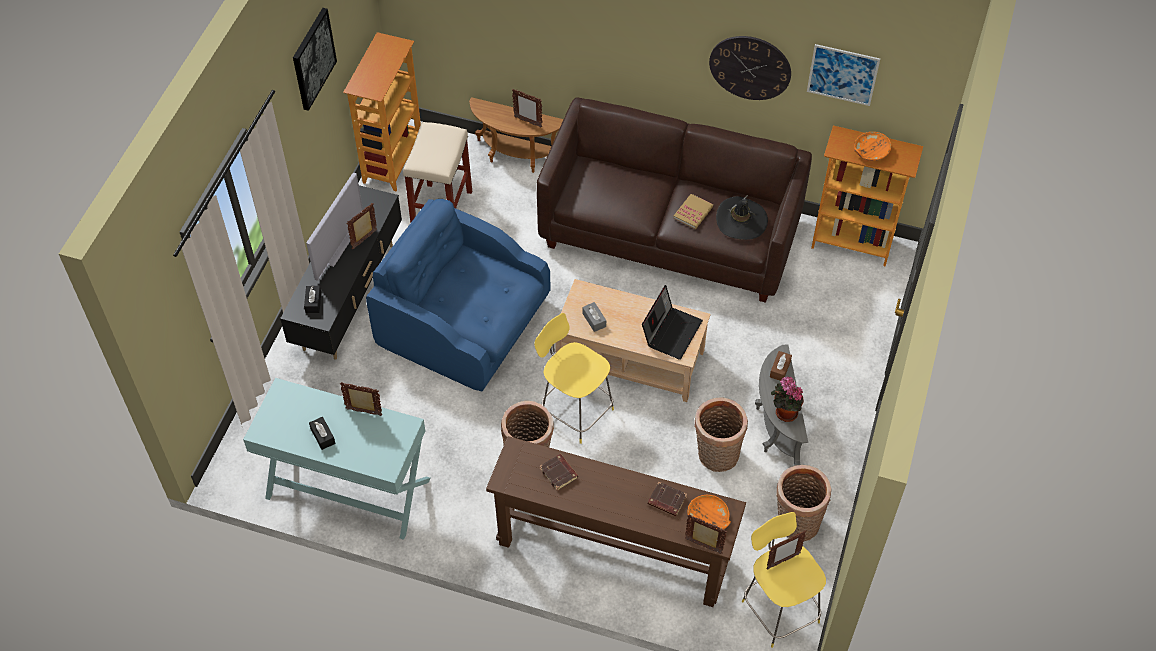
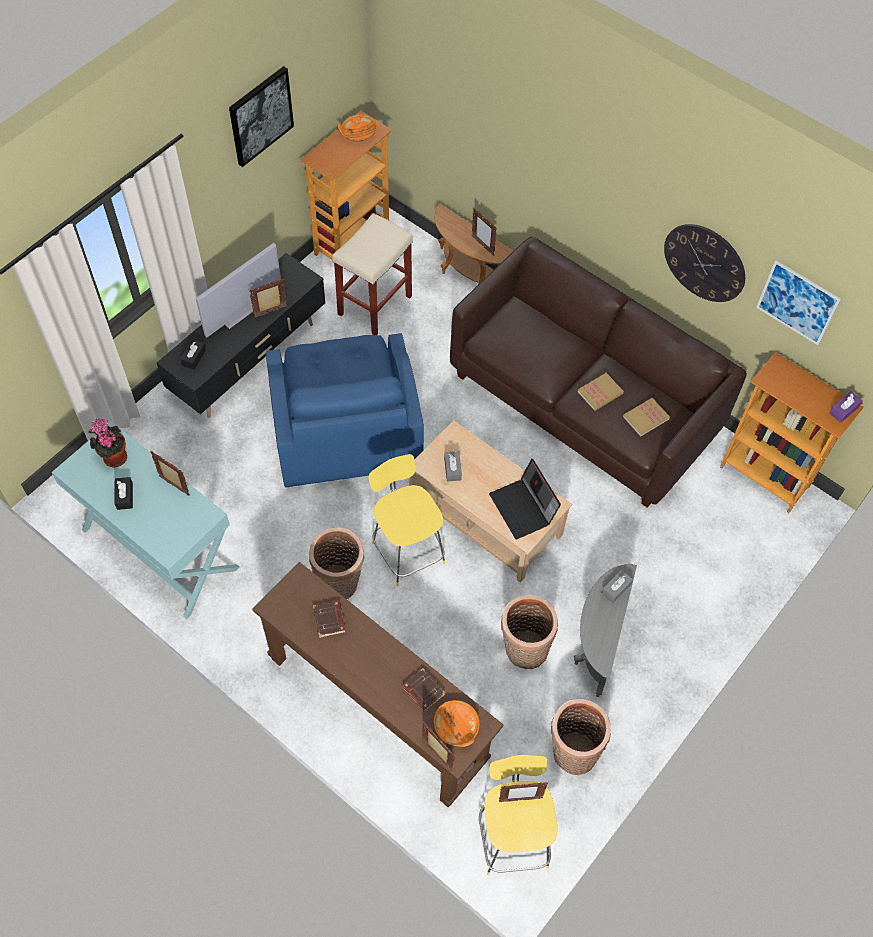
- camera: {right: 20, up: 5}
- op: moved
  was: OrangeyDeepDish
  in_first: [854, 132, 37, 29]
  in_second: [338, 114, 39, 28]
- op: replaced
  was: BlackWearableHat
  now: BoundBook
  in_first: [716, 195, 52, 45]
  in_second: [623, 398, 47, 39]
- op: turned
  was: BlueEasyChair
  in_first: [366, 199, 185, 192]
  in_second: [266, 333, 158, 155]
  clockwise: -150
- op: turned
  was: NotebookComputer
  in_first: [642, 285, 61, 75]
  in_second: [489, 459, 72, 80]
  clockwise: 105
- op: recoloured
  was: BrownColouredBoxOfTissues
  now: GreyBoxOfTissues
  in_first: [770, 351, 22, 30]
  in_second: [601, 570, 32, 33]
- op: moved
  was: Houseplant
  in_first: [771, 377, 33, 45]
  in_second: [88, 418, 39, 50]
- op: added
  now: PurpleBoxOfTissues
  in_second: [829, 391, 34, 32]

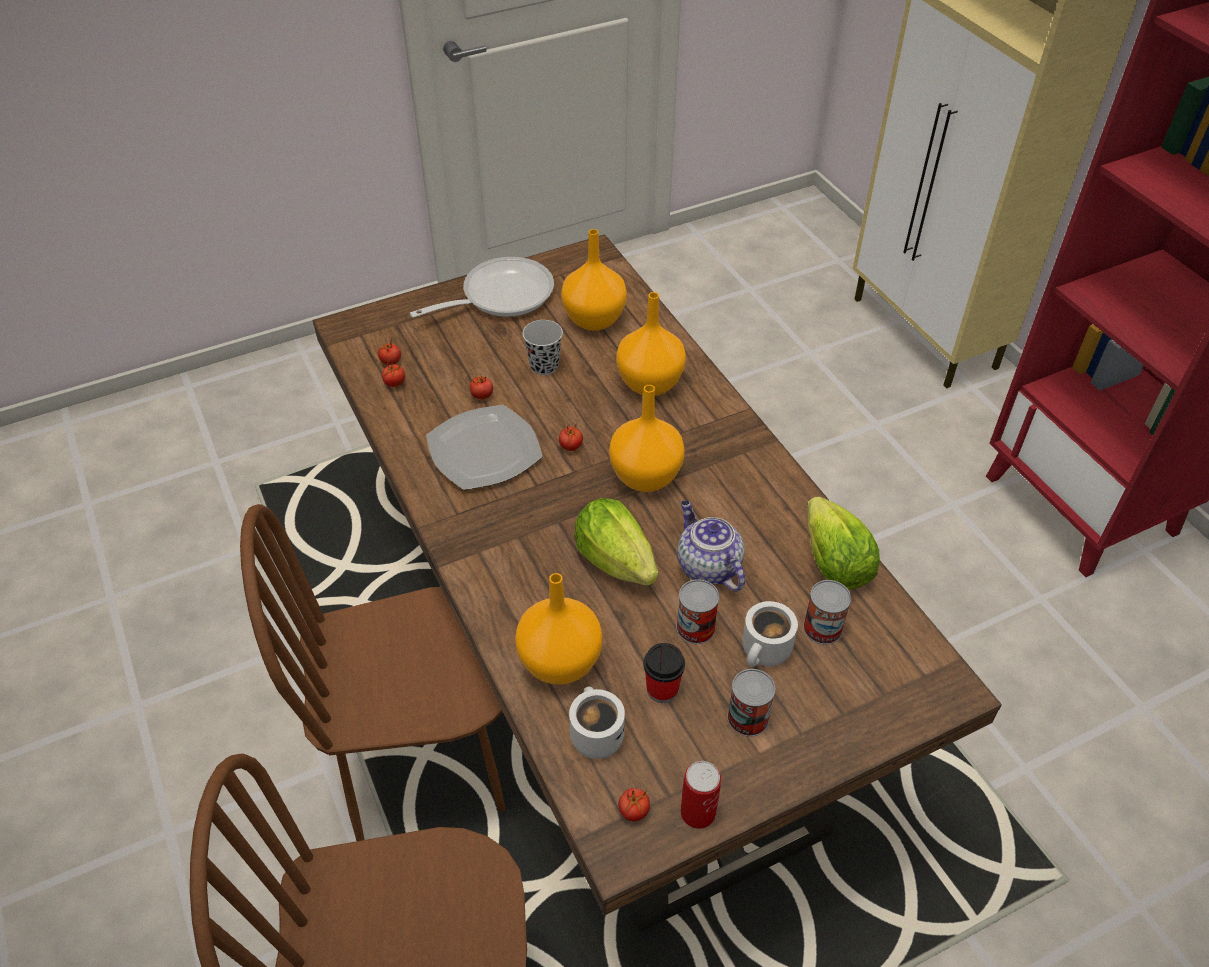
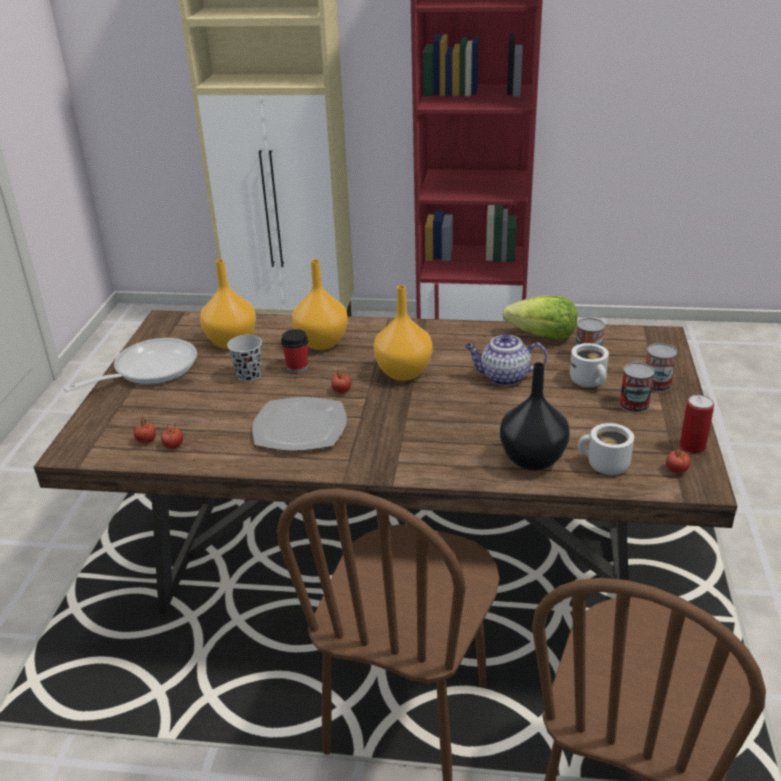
- camera: {right: -55, up: -15}
- op: turned
  was: FryingPan
  in_first: [410, 257, 144, 61]
  in_second: [63, 338, 134, 54]
  clockwise: 45
- op: removed
  was: WholeTomato
  in_first: [470, 375, 23, 24]
- op: removed
  was: LettuceHead
  in_first: [574, 498, 84, 88]
- op: recoloured
  was: OrangeyDecorativeVase
  now: BlackDecorativeVase
  in_first: [515, 573, 88, 112]
  in_second: [500, 362, 70, 109]
- op: moved
  was: SealedCan
  in_first: [676, 579, 43, 65]
  in_second: [646, 343, 31, 49]
- op: moved
  was: SmallCup
  in_first: [643, 643, 42, 60]
  in_second: [281, 329, 27, 44]

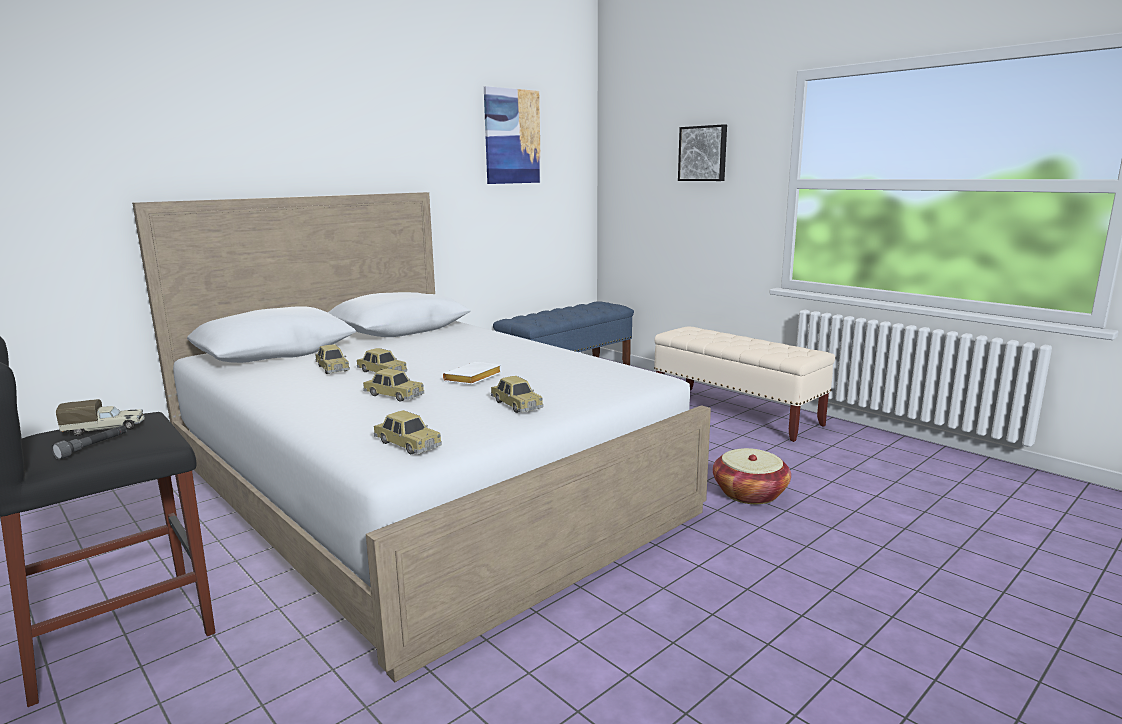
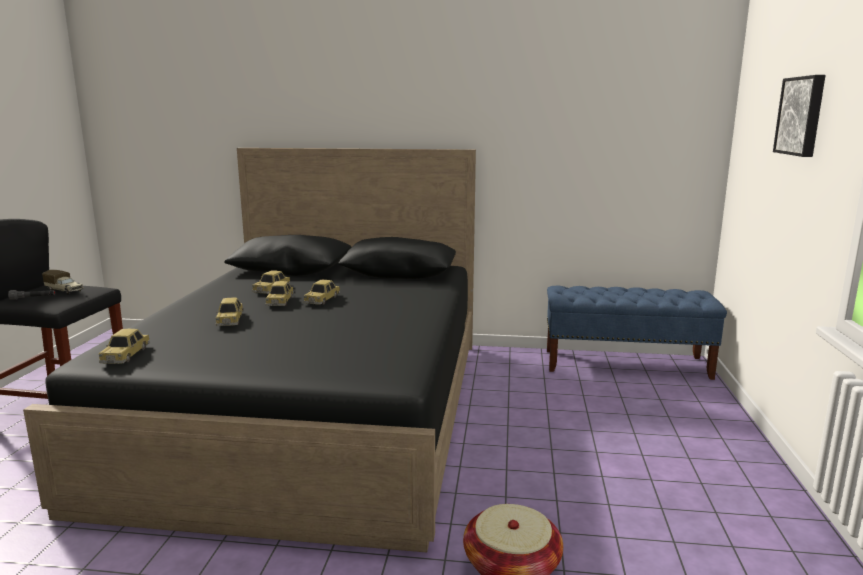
- camera: {right: 50, up: 0}
- op: removed
  was: WallPicture
  in_first: [484, 86, 57, 98]
- op: recoloured
  was: WhiteBed
  now: BlackBed
  in_first: [132, 192, 579, 490]
  in_second: [23, 148, 453, 405]
- op: removed
  was: BeigeColouredIndoorBench
  in_first: [654, 326, 181, 116]
- op: removed
  was: WhiteBoundBook
  in_first: [443, 362, 59, 23]
- op: moved
  was: MiniatureCar
  in_first: [491, 376, 52, 37]
  in_second: [304, 280, 36, 25]

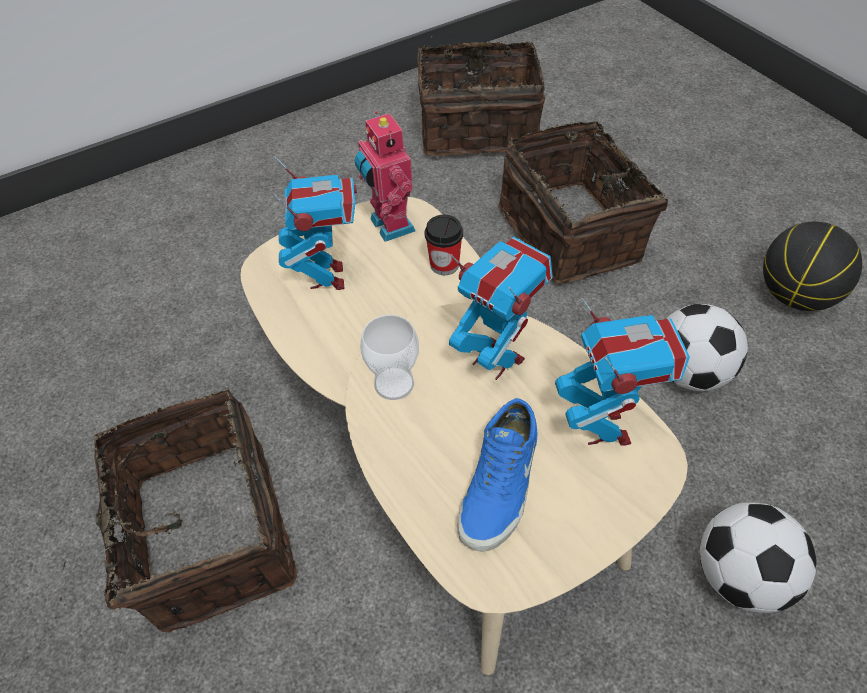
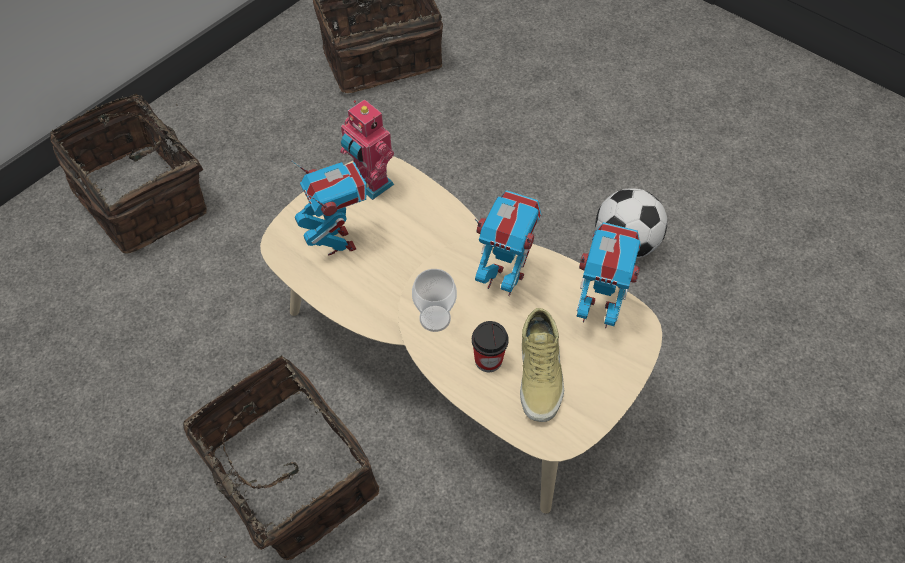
- camera: {right: -20, up: 5}
- op: moved
  was: Basket
  in_first: [498, 122, 170, 161]
  in_second: [50, 91, 157, 163]
- op: moved
  was: SmallCup
  in_first: [425, 215, 38, 60]
  in_second: [472, 321, 37, 51]
- op: removed
  was: BallForBasketball
  in_first: [763, 222, 99, 89]
- op: turned
  was: RobotFigure
  in_first: [555, 298, 135, 148]
  in_second: [576, 222, 65, 106]
  clockwise: -45
- op: recoloured
  was: BlueLowShoe
  now: BeigeColouredLowShoe
  in_first: [458, 398, 80, 153]
  in_second: [520, 308, 44, 114]
- op: removed
  was: BallForFootball
  in_first: [700, 503, 116, 110]

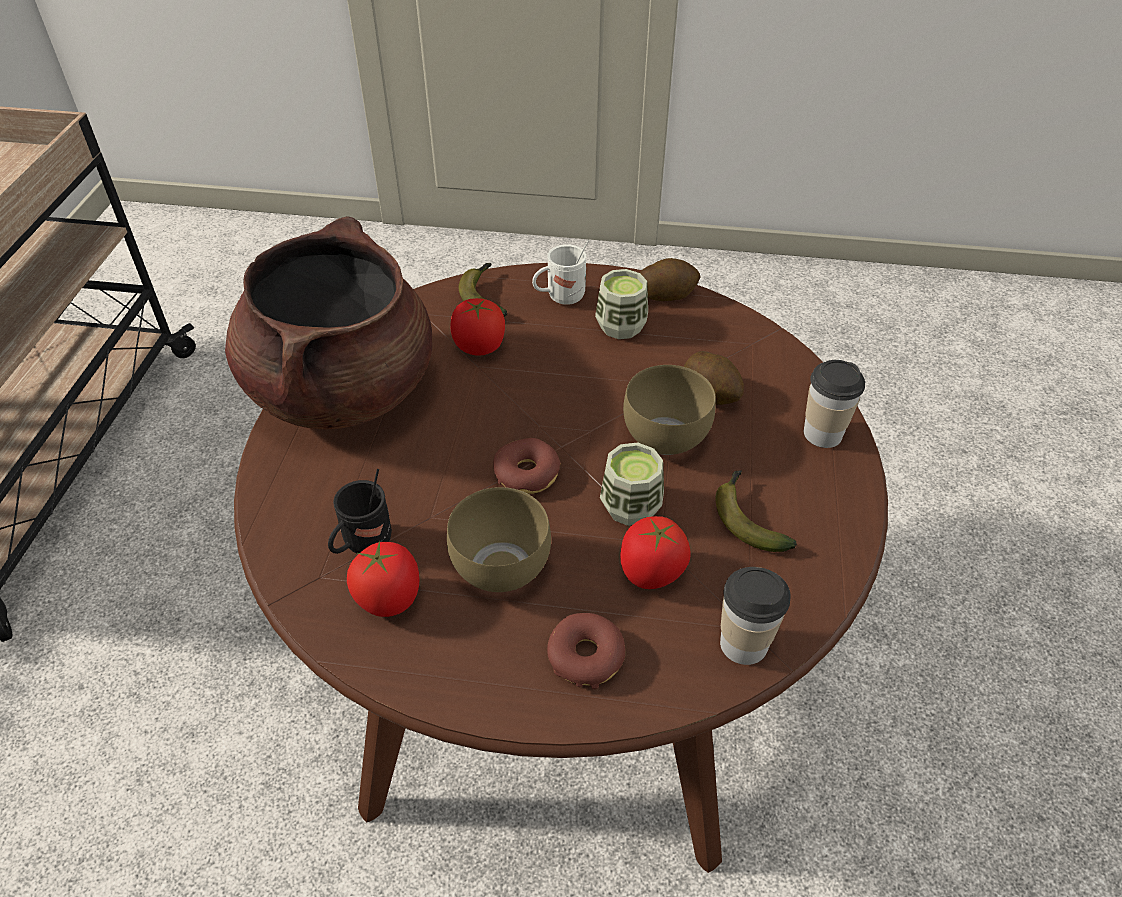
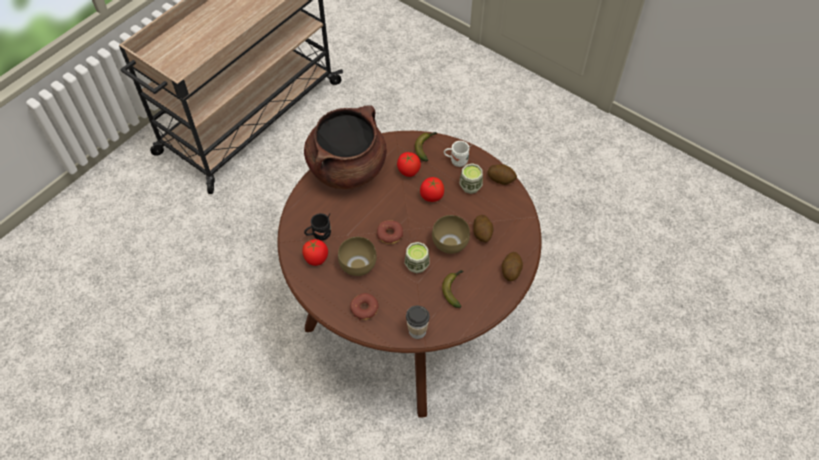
- camera: {right: 30, up: 10}
- op: replaced
  was: SmallCup
  now: Spud
  in_first: [804, 360, 61, 88]
  in_second: [502, 252, 21, 29]
- op: moved
  was: WholeTomato
  in_first: [620, 516, 71, 73]
  in_second: [420, 177, 24, 25]

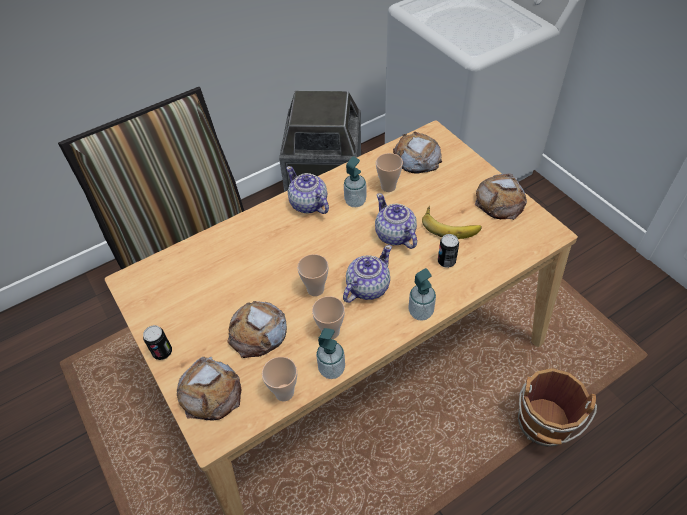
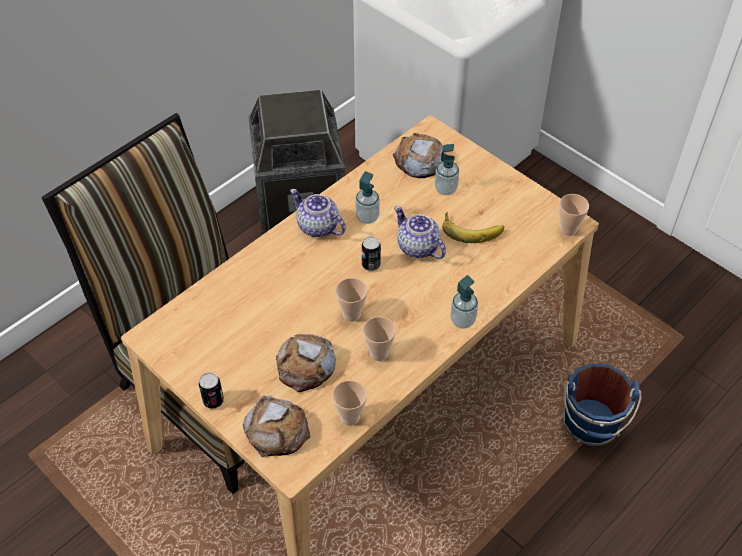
- camera: {right: -15, up: 0}
- op: moved
  was: SmallCup
  in_first: [376, 153, 27, 39]
  in_second: [559, 194, 30, 42]
- op: removed
  was: Bread
  in_first: [475, 173, 52, 47]
- op: moved
  was: SealedCan
  in_first: [438, 234, 21, 34]
  in_second: [362, 236, 19, 35]
- op: removed
  was: Teapot
  in_first: [343, 245, 49, 58]
- op: moved
  was: LiquidSoapBottle
  in_first: [316, 328, 29, 51]
  in_second: [435, 144, 24, 51]
- op: recoloured
  was: BrownColouredWaterBucket
  now: BlueWaterBucket
  in_first: [518, 368, 79, 79]
  in_second: [563, 363, 79, 84]

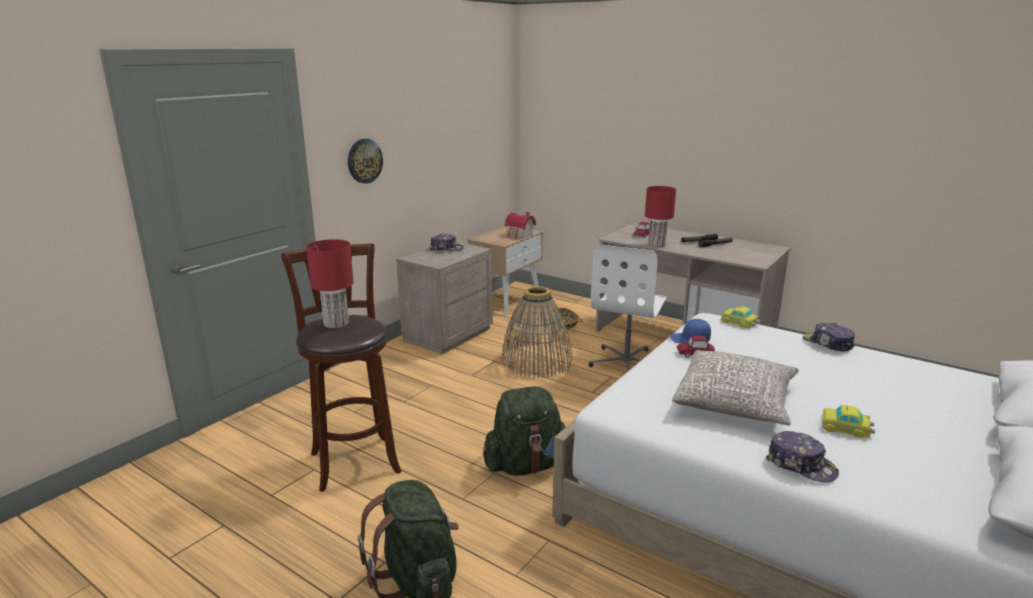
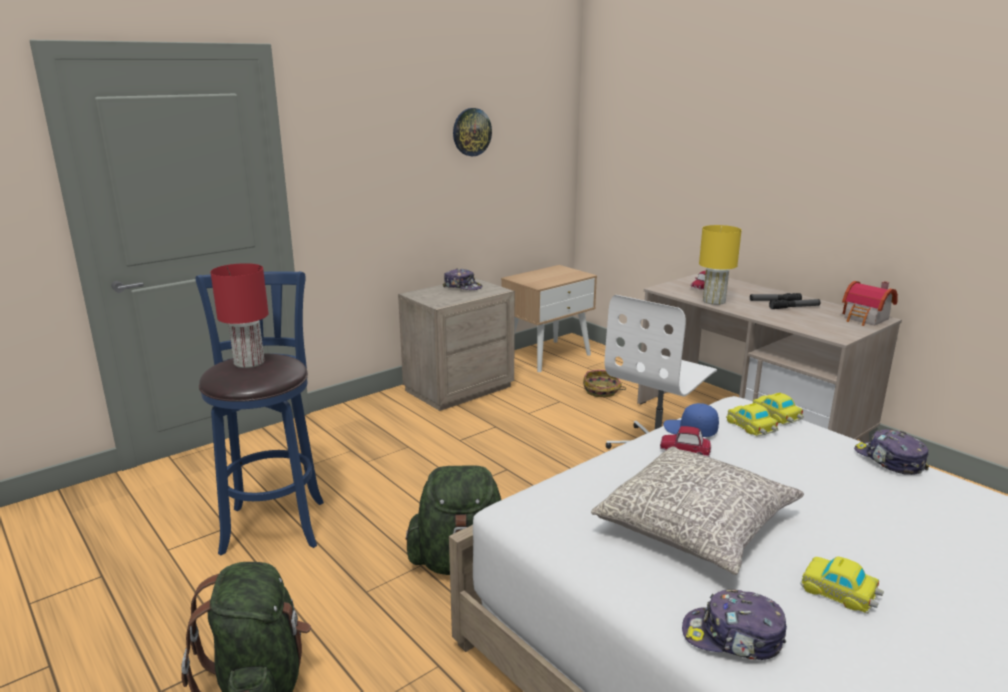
- camera: {right: 15, up: 0}
- op: moved
  was: ClockOnTheWall
  in_first: [348, 139, 35, 44]
  in_second: [453, 108, 39, 48]
- op: recoloured
  was: ReddishLampForATable
  now: YellowishLampForATable
  in_first: [645, 186, 31, 61]
  in_second: [699, 225, 43, 80]
- op: moved
  was: MiniatureHouse
  in_first: [505, 212, 31, 28]
  in_second: [842, 281, 56, 45]
- op: recoloured
  was: BrownColouredStoolSeat
  now: BlueStoolSeat
  in_first: [281, 243, 120, 249]
  in_second: [195, 271, 129, 285]
- op: removed
  was: Basket
  in_first: [501, 286, 71, 92]
- op: turned
  was: BaseballCap
  in_first: [766, 431, 73, 52]
  in_second: [682, 590, 105, 70]
  clockwise: 135
- op: added
  now: MiniatureCar
  in_second: [726, 403, 52, 34]

